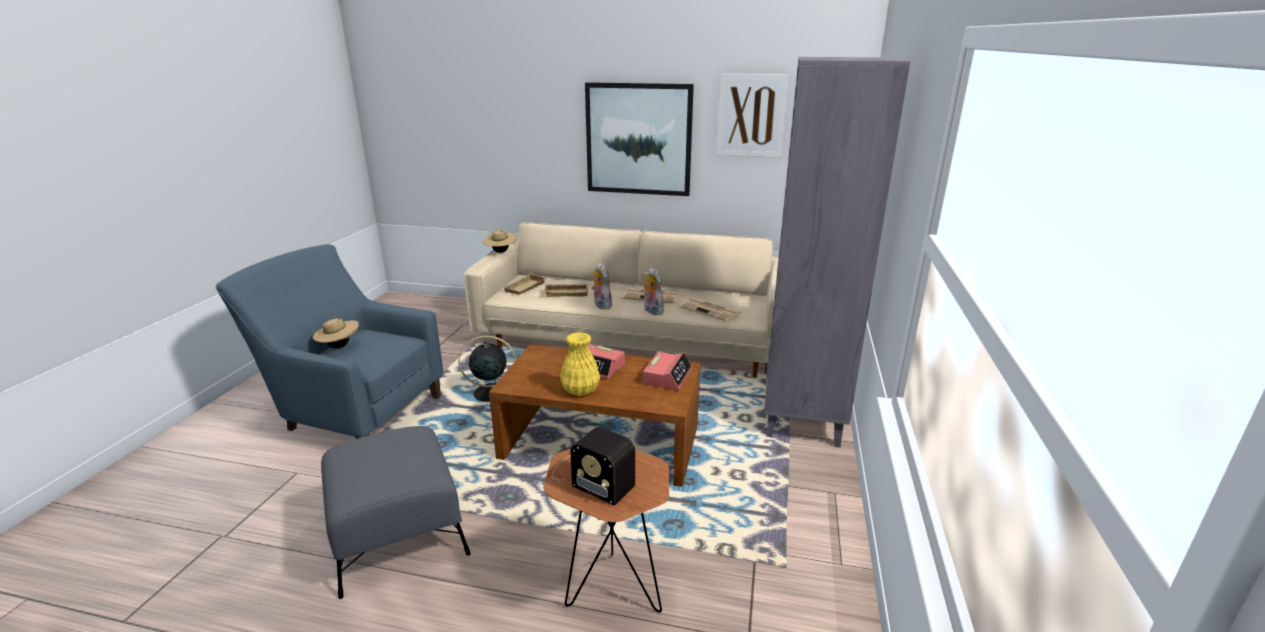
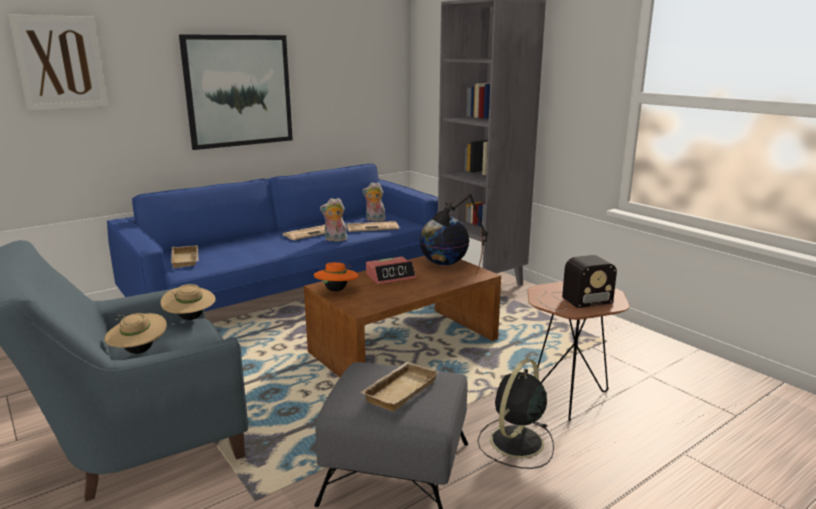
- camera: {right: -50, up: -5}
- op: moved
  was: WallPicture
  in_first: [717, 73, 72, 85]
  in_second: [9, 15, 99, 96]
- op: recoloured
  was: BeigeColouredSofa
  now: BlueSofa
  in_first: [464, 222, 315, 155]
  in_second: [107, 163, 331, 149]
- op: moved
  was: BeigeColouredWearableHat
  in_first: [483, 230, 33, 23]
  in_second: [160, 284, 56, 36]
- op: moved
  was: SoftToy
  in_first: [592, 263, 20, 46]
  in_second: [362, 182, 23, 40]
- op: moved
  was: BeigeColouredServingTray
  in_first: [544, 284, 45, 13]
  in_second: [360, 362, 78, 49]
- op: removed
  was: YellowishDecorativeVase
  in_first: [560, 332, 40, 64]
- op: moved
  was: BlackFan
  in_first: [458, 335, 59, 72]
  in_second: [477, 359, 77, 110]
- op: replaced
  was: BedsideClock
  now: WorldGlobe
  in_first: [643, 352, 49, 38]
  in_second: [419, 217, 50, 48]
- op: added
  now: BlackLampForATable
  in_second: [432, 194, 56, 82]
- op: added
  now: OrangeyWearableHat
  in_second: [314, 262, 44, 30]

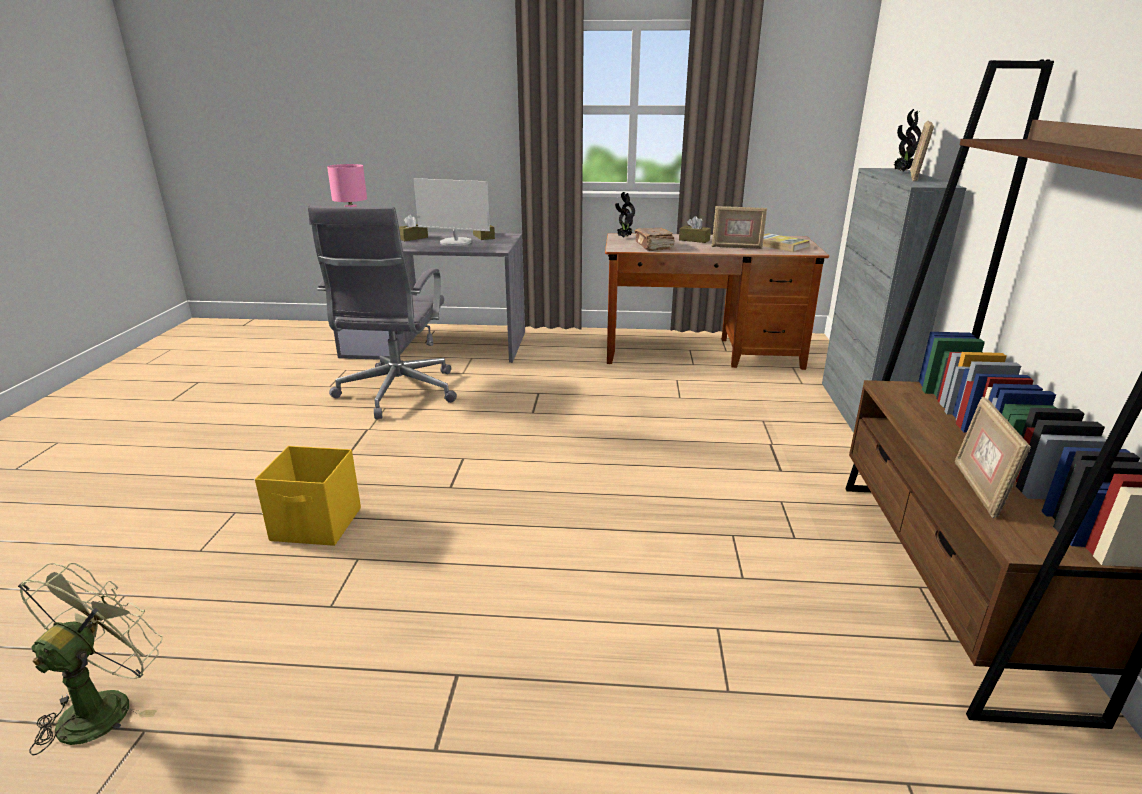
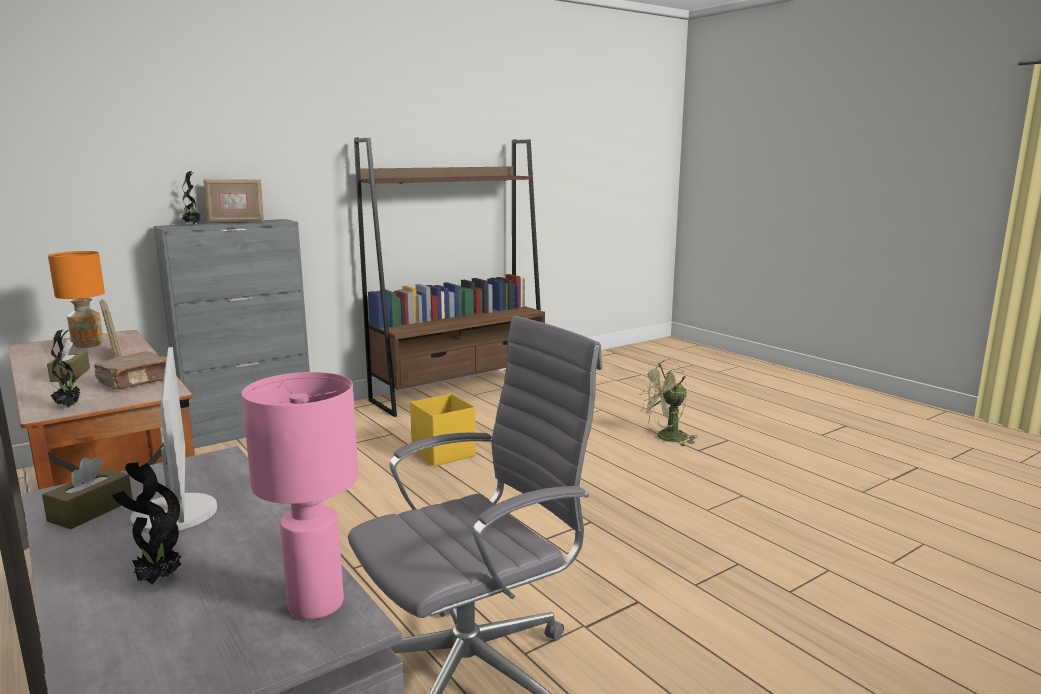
- camera: {right: -130, up: -10}
- op: replaced
  was: BrownColouredBoxOfTissues
  now: Houseplant
  in_first: [399, 215, 29, 26]
  in_second: [112, 462, 69, 123]
- op: replaced
  was: BoundBook
  now: OrangeyLampForATable
  in_first: [763, 233, 47, 19]
  in_second: [48, 251, 57, 97]
- op: removed
  was: PhotoFrame
  in_first: [955, 397, 76, 121]
- op: moved
  was: YellowishStorageBin
  in_first: [255, 446, 106, 100]
  in_second: [410, 394, 66, 72]
- op: moved
  was: GreenFan
  in_first: [18, 563, 144, 192]
  in_second: [638, 359, 60, 88]

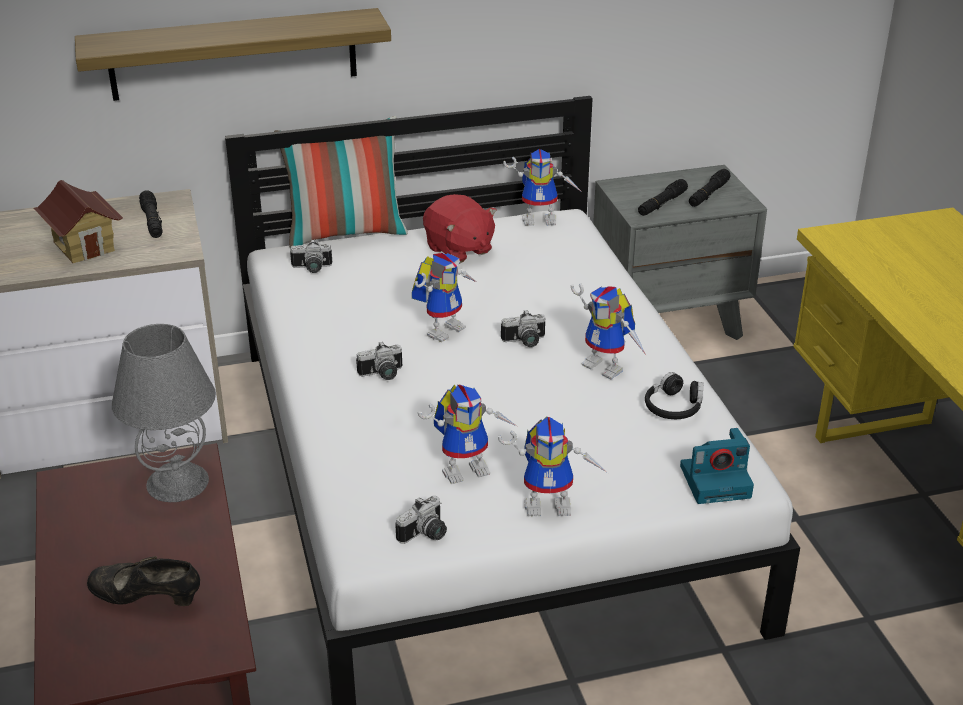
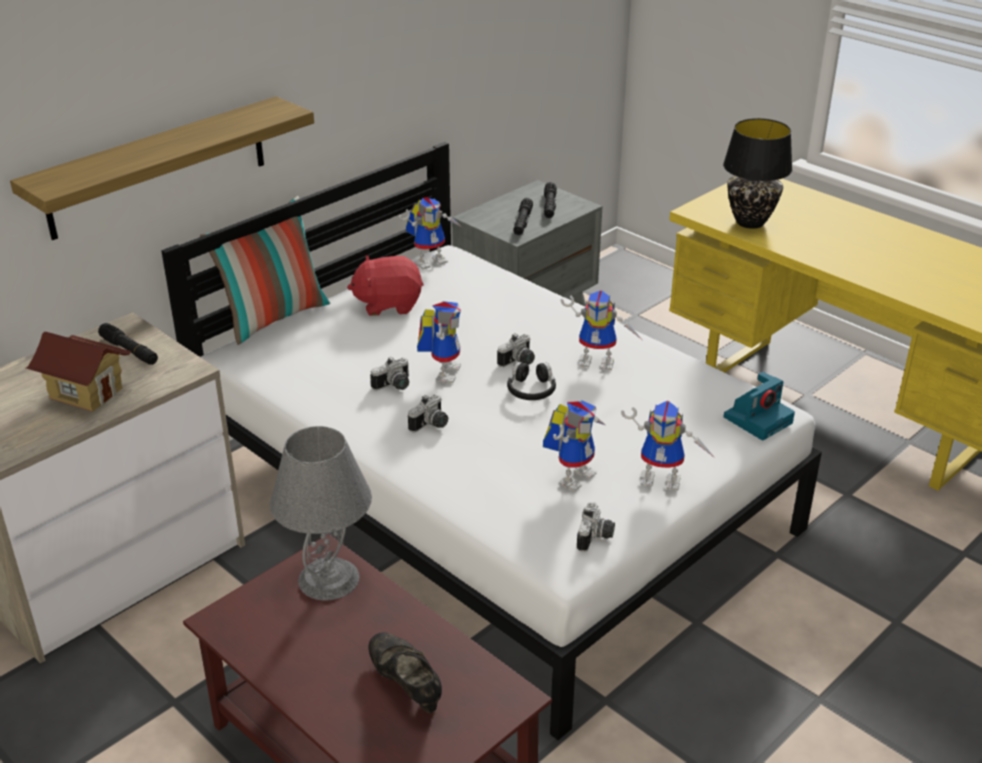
- camera: {right: -30, up: 0}
- op: turned
  was: ReddishSoftToy
  in_first: [423, 194, 74, 70]
  in_second: [347, 255, 77, 61]
  clockwise: 150
- op: moved
  was: StillCamera
  in_first: [290, 239, 43, 34]
  in_second: [370, 357, 39, 33]
- op: moved
  was: BlackPairOfHeadphones
  in_first: [645, 372, 58, 47]
  in_second: [507, 362, 49, 38]
- op: turned
  was: RobotFigure
  in_first: [498, 416, 110, 100]
  in_second: [621, 401, 95, 90]
  clockwise: 45
- op: turned
  was: BlackLowShoe
  in_first: [87, 556, 113, 50]
  in_second: [369, 632, 73, 81]
  clockwise: 75
- op: added
  now: BlackLampForATable
  in_second: [723, 118, 70, 111]

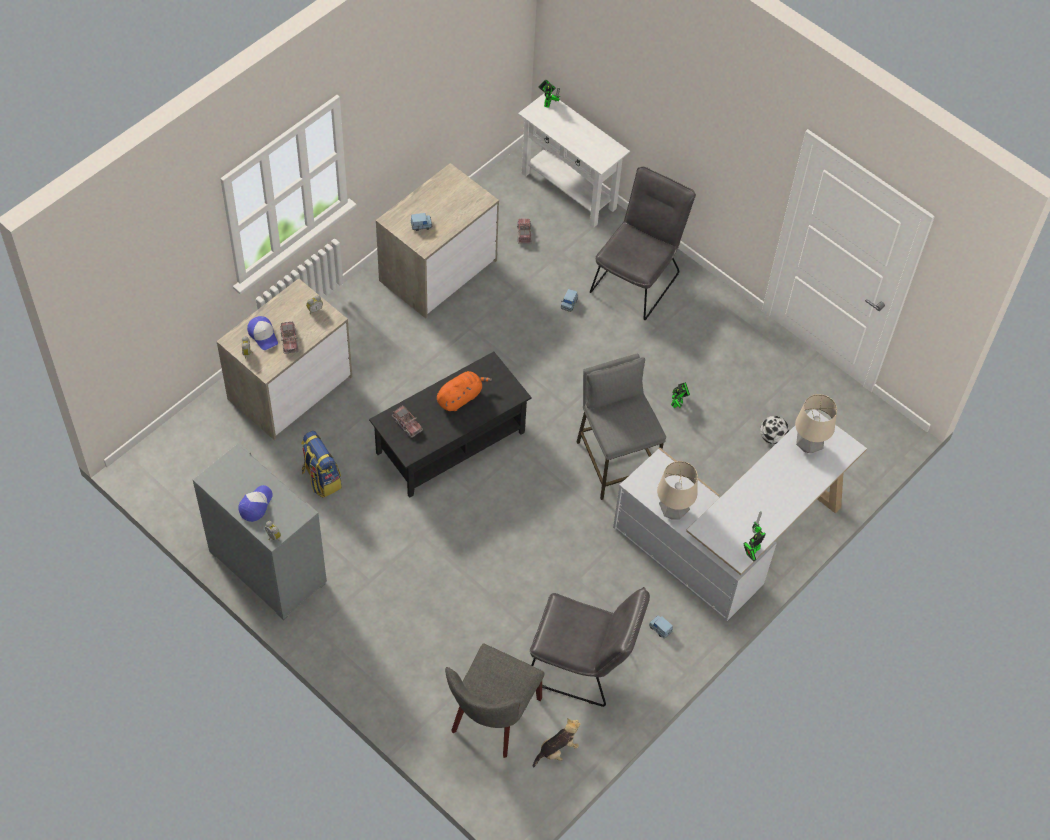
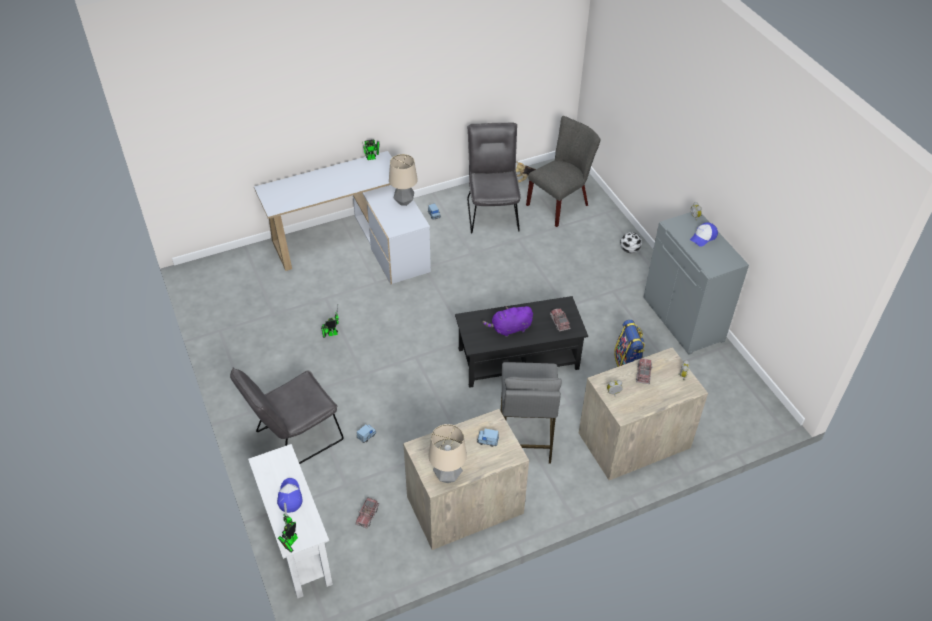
- camera: {right: -155, up: -10}
- op: moved
  was: BaseballCap
  in_first: [247, 316, 31, 34]
  in_second: [277, 478, 26, 35]
- op: moved
  was: GreyStoolSeat
  in_first: [577, 354, 89, 146]
  in_second: [501, 362, 61, 102]
- op: recoloured
  was: OrangeySoftToy
  now: PurpleSoftToy
  in_first: [437, 371, 55, 40]
  in_second: [482, 306, 51, 31]
- op: moved
  was: LampForATable
  in_first: [795, 394, 42, 59]
  in_second: [428, 424, 39, 59]
- op: moved
  was: BallForFootball
  in_first: [760, 416, 29, 29]
  in_second: [620, 232, 22, 21]
- op: turned
  was: GreyPlainChair
  in_first: [530, 587, 120, 120]
  in_second: [467, 122, 54, 111]
  clockwise: 45

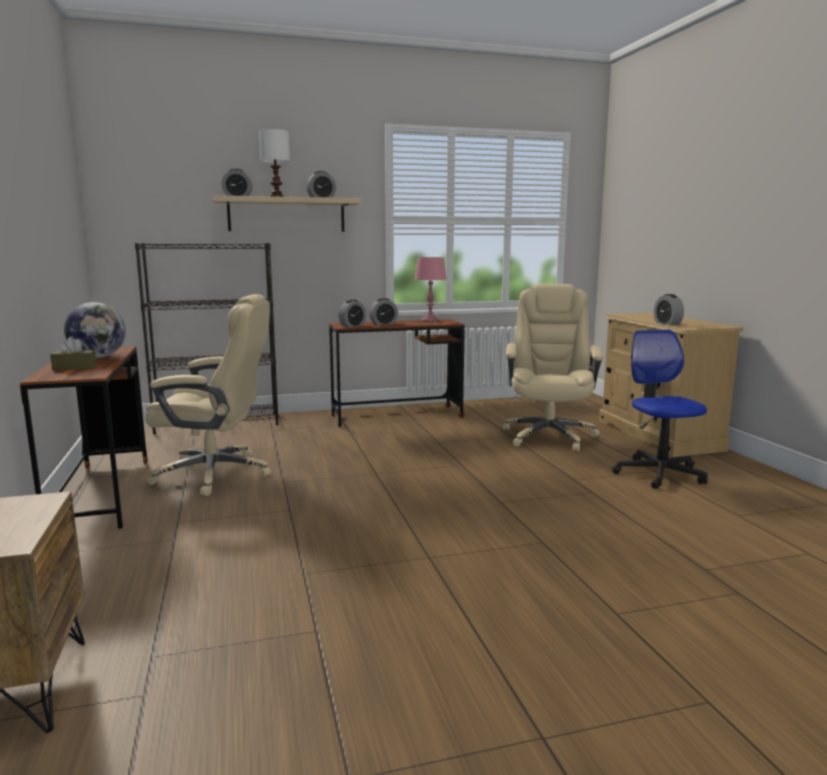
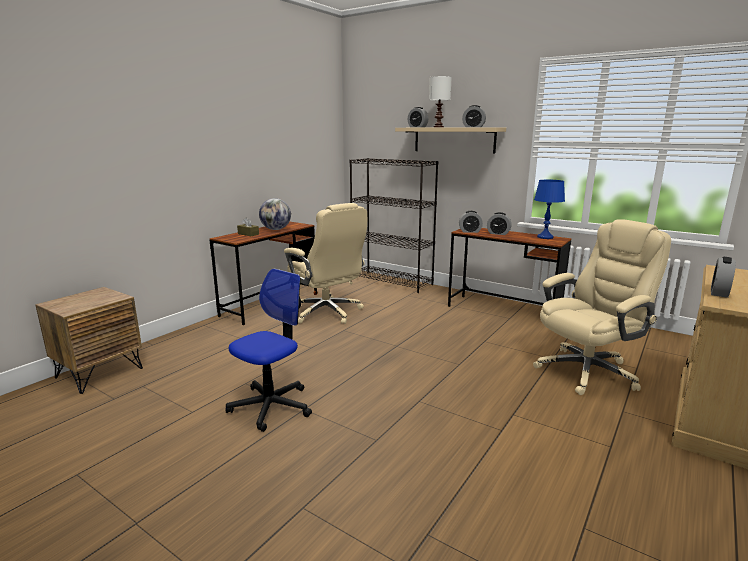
- camera: {right: 50, up: 5}
- op: recoloured
  was: PinkishLampForATable
  now: BlueLampForATable
  in_first: [415, 257, 31, 65]
  in_second: [534, 180, 31, 59]
- op: moved
  was: ComputerChair
  in_first: [612, 330, 96, 159]
  in_second: [226, 269, 86, 163]

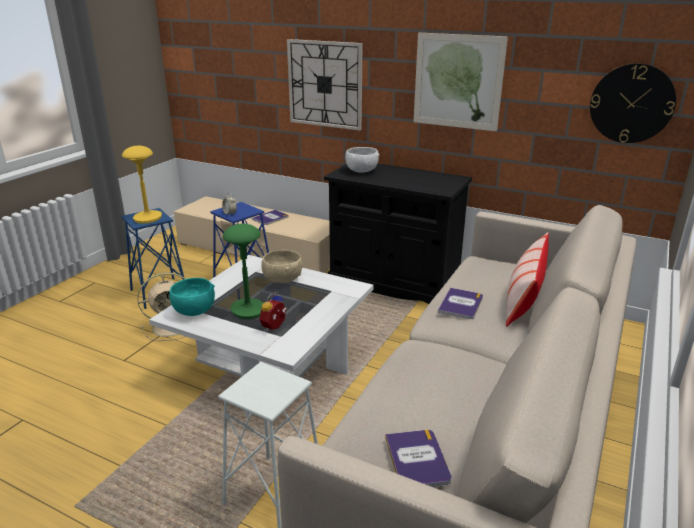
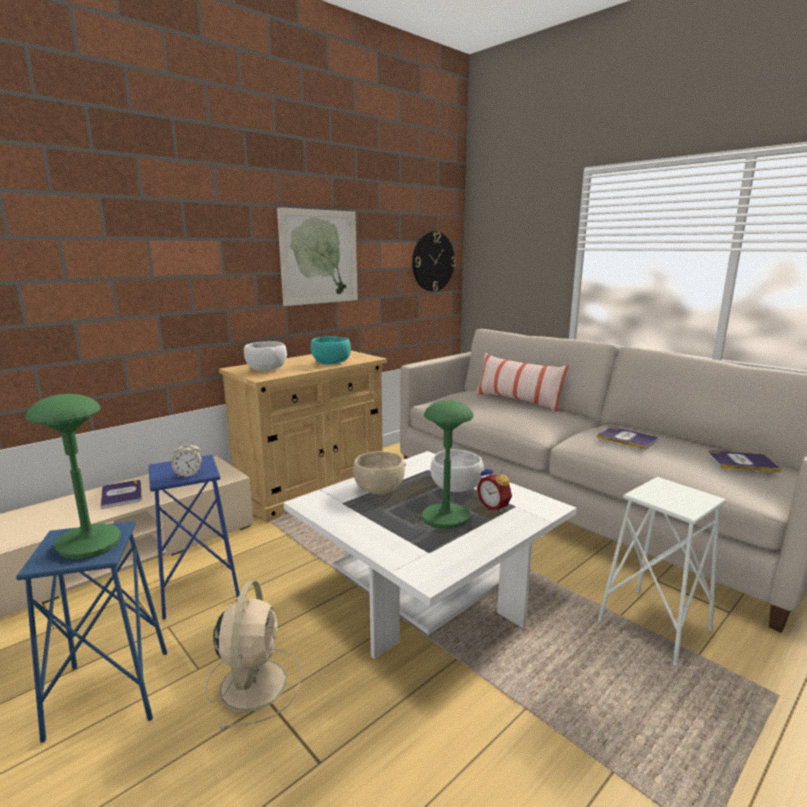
- camera: {right: -70, up: -10}
- op: removed
  was: ClockOnTheWall
  in_first: [287, 39, 76, 92]
- op: recoloured
  was: YellowishLampForATable
  now: GreenLampForATable
  in_first: [122, 146, 40, 78]
  in_second: [25, 394, 96, 165]
- op: recoloured
  was: BlackStorageCabinet
  now: BeigeColouredStorageCabinet
  in_first: [324, 164, 148, 141]
  in_second: [219, 351, 168, 172]
- op: moved
  was: TurquoiseColouredDeepDish
  in_first: [169, 278, 46, 38]
  in_second: [311, 336, 40, 28]
- op: moved
  was: BoundBook
  in_first: [438, 288, 45, 31]
  in_second: [597, 427, 61, 23]
- op: added
  now: WhiteDeepDish
  in_second: [431, 449, 53, 43]

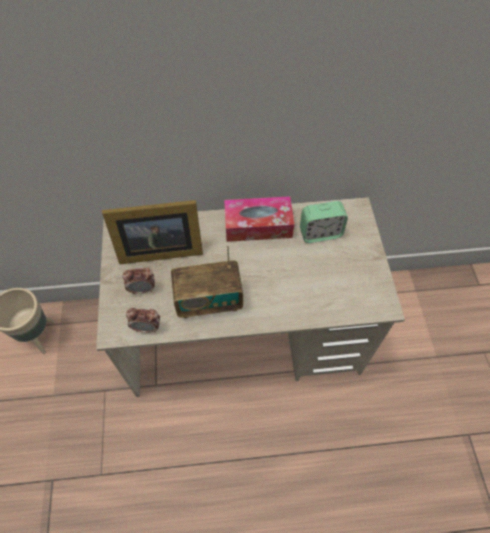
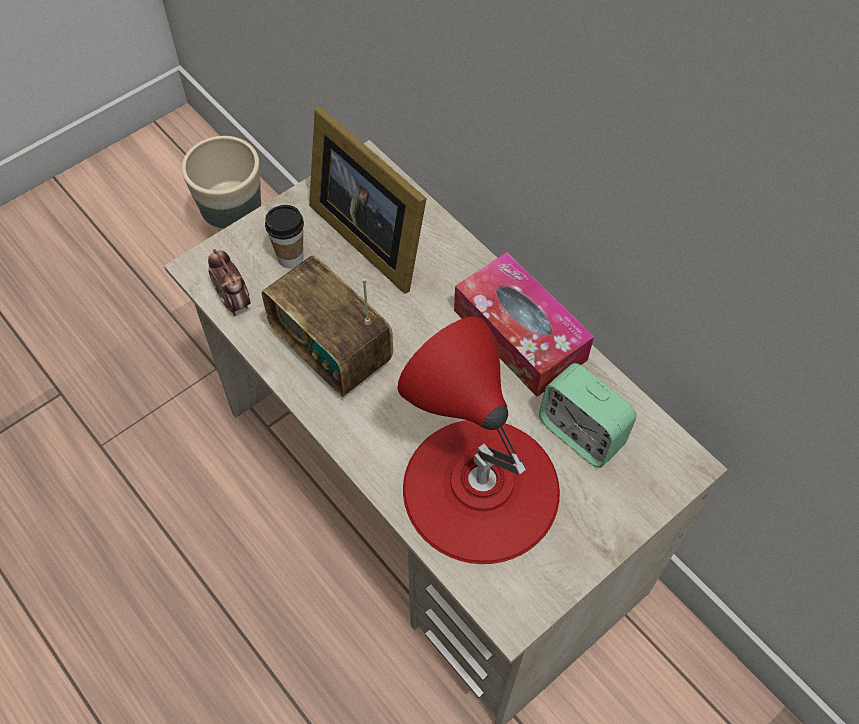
- camera: {right: 55, up: 0}
- op: replaced
  was: BedsideClock
  now: SmallCup
  in_first: [122, 268, 33, 26]
  in_second: [265, 205, 39, 64]
- op: added
  now: ReddishLampForATable
  in_second: [397, 316, 163, 248]

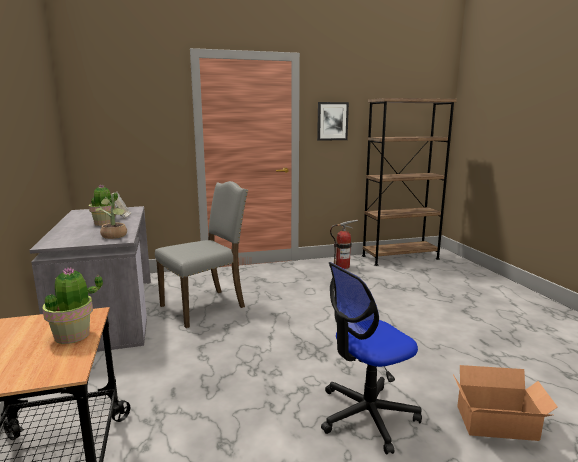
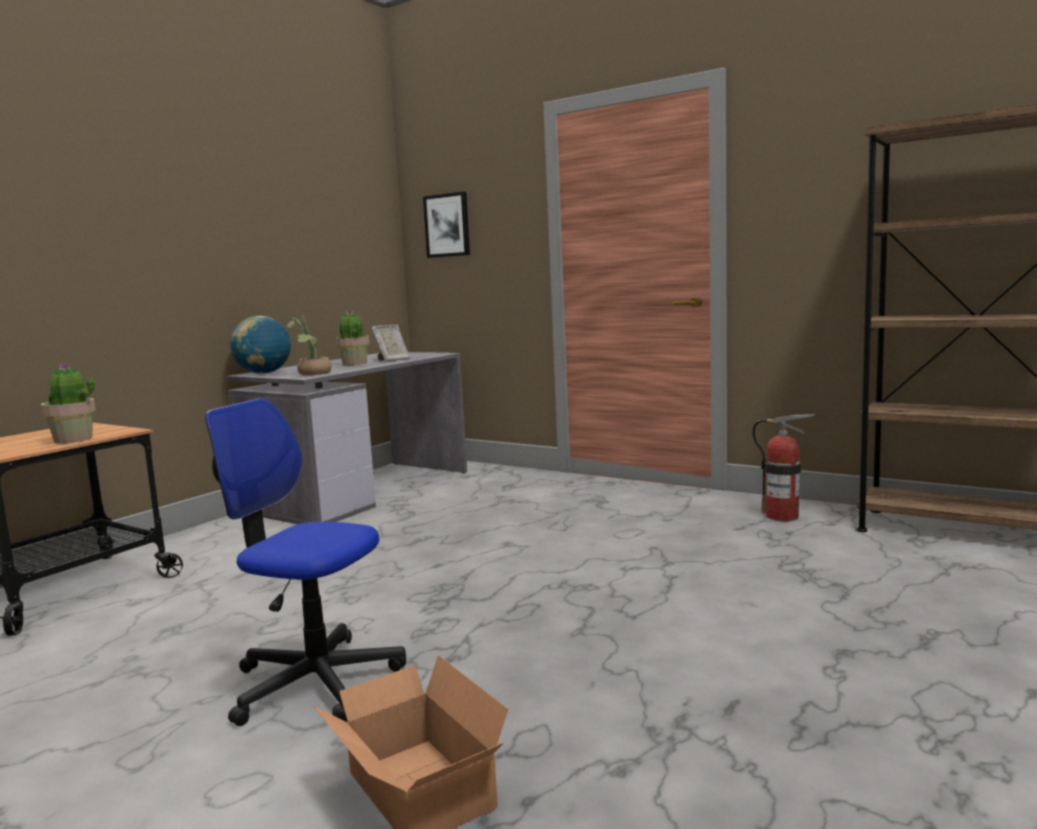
- camera: {right: 50, up: -5}
- op: moved
  was: WallPicture
  in_first: [317, 102, 32, 39]
  in_second: [423, 191, 47, 67]
- op: removed
  was: GreyPlainChair
  in_first: [155, 181, 93, 147]
- op: added
  now: WorldGlobe
  in_second: [230, 316, 61, 58]

